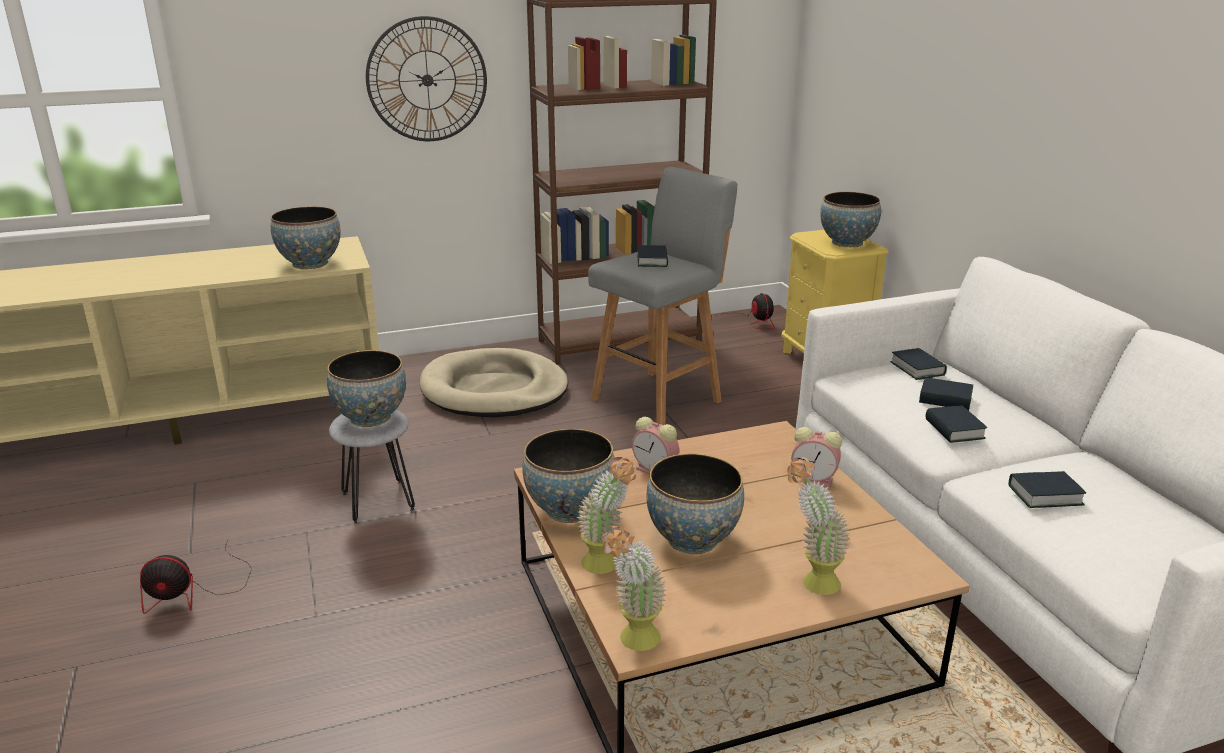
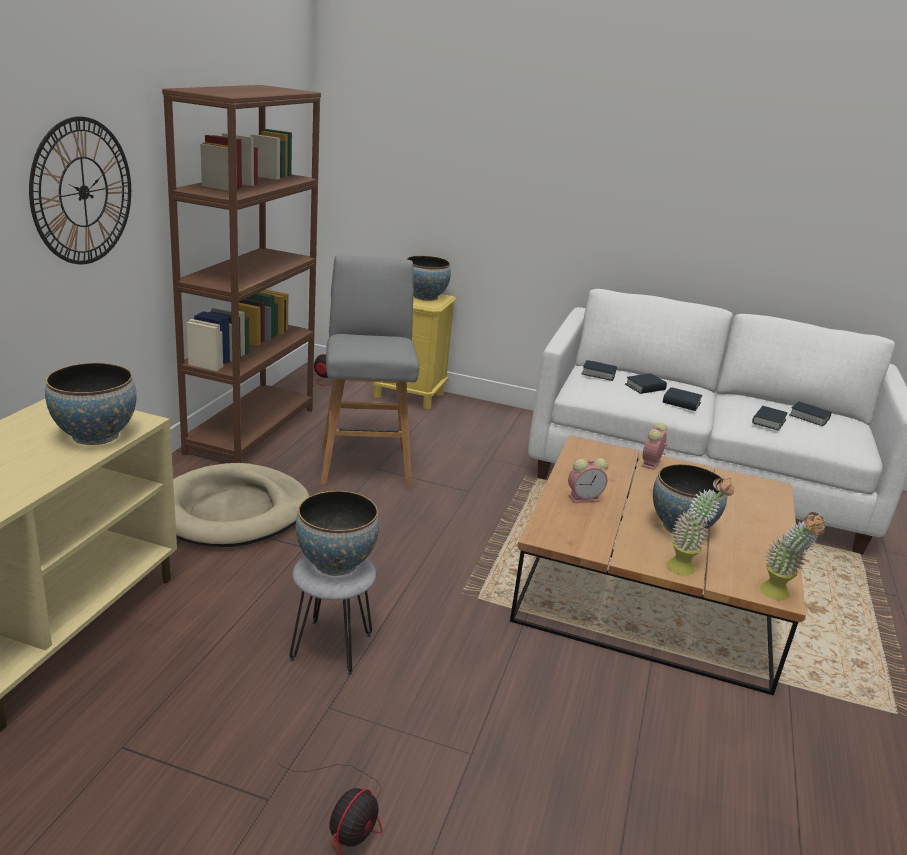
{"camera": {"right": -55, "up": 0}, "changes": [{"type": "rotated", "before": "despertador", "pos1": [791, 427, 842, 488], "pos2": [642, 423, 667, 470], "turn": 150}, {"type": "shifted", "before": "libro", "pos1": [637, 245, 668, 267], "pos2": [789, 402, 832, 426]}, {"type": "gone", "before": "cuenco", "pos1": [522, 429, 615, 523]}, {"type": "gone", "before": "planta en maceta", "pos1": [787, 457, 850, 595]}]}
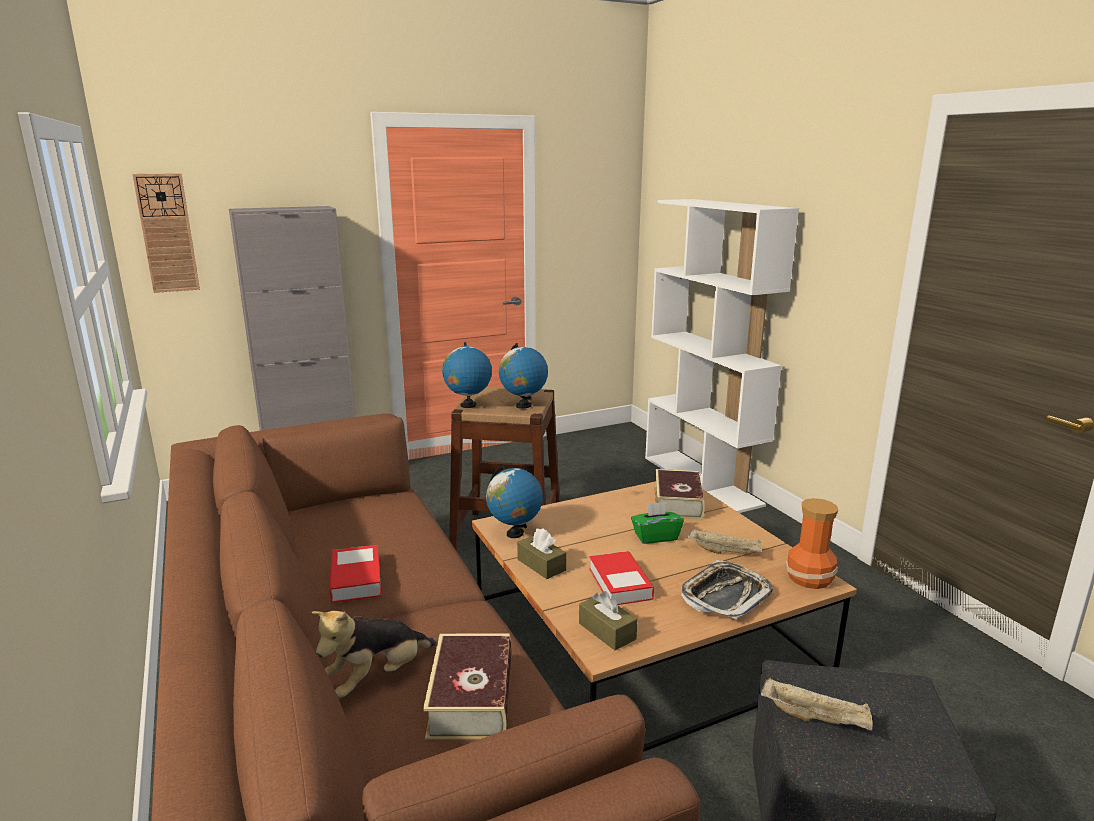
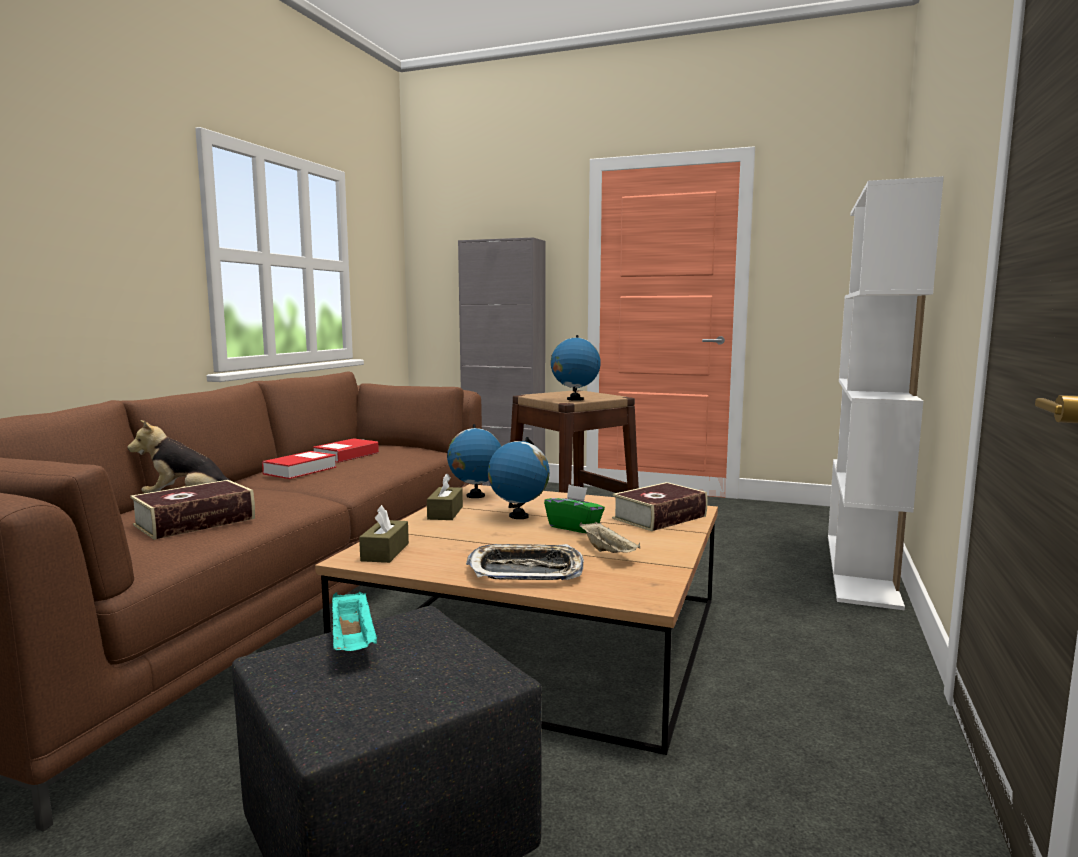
{"camera": {"right": 45, "up": -10}, "changes": [{"type": "shifted", "before": "libro", "pos1": [589, 551, 654, 605], "pos2": [313, 438, 379, 463]}, {"type": "repainted", "before": "bandeja (beis)", "after": "bandeja (turquesa)", "pos1": [761, 678, 873, 731], "pos2": [332, 592, 378, 651]}, {"type": "shifted", "before": "globo terráqueo", "pos1": [442, 342, 492, 408], "pos2": [488, 437, 550, 519]}, {"type": "gone", "before": "reloj de pared", "pos1": [132, 173, 200, 293]}, {"type": "gone", "before": "florero", "pos1": [786, 498, 838, 589]}]}
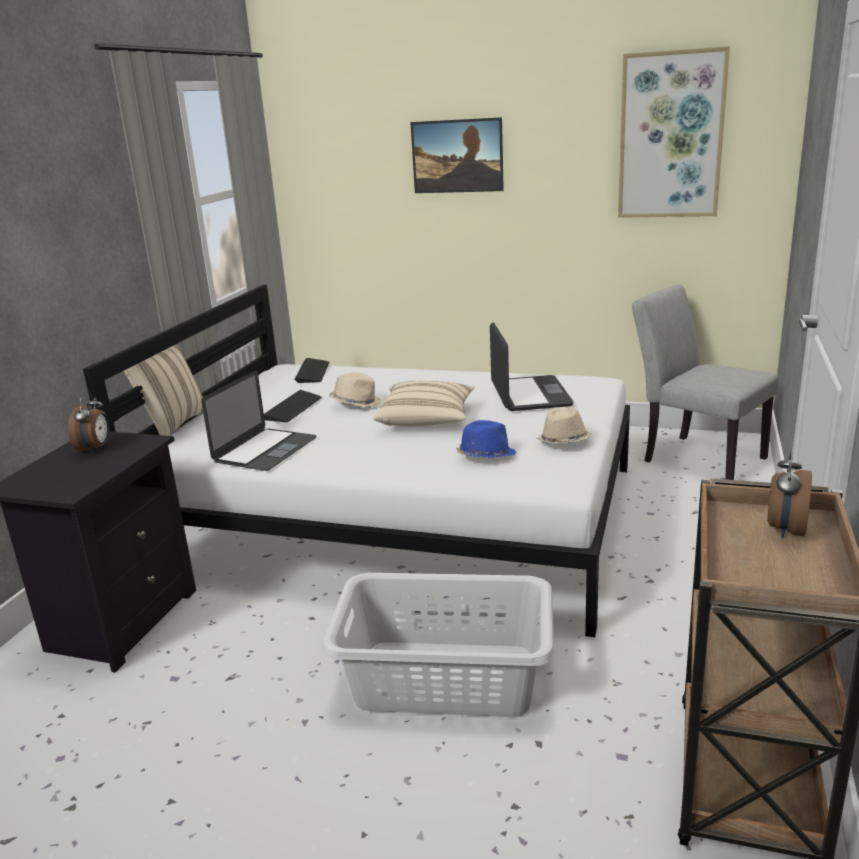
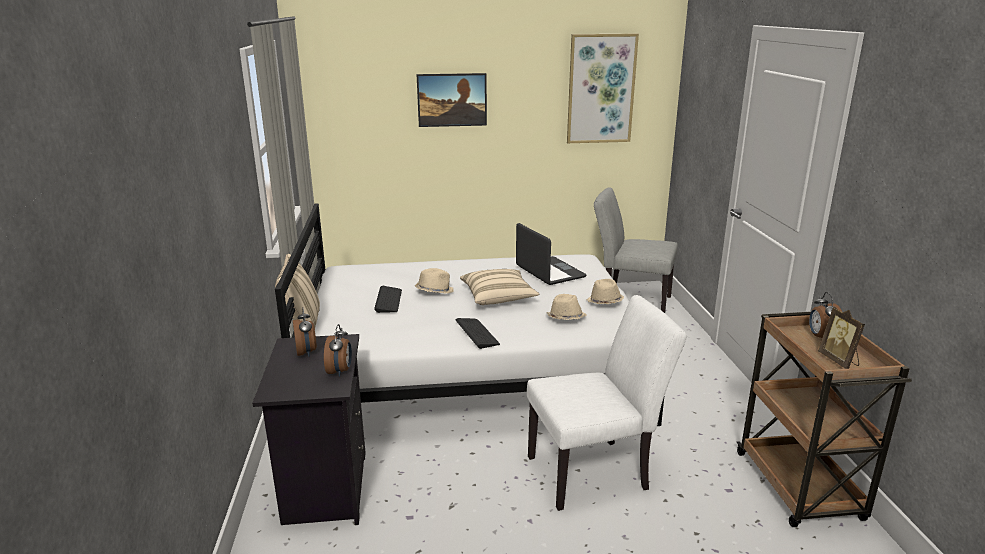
{"camera": {"right": -25, "up": 0}, "changes": [{"type": "new", "after": "despertador", "pos2": [324, 324, 352, 377]}, {"type": "shifted", "before": "teclado", "pos1": [295, 358, 330, 383], "pos2": [456, 318, 500, 349]}, {"type": "swapped", "before": "cesto de la ropa (gris)", "after": "silla (blanco)", "pos1": [322, 573, 554, 717], "pos2": [527, 295, 687, 511]}, {"type": "repainted", "before": "sombrero (azul)", "after": "sombrero (beis)", "pos1": [456, 420, 516, 458], "pos2": [546, 294, 587, 320]}, {"type": "new", "after": "portarretratos", "pos2": [818, 307, 865, 369]}, {"type": "gone", "before": "portátil", "pos1": [201, 371, 316, 471]}]}
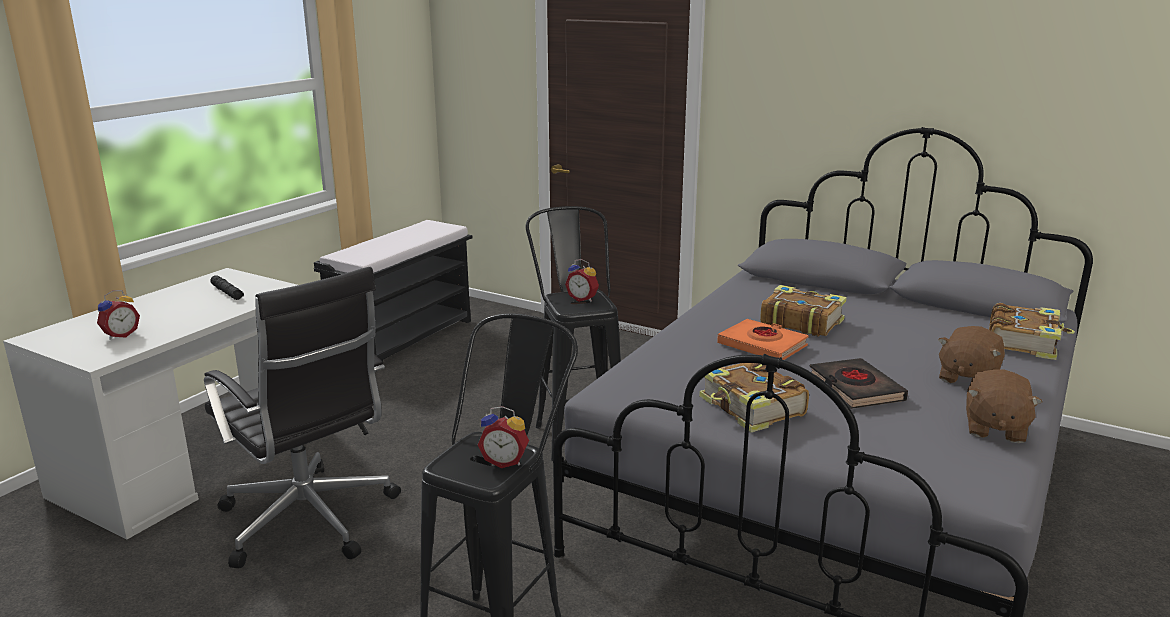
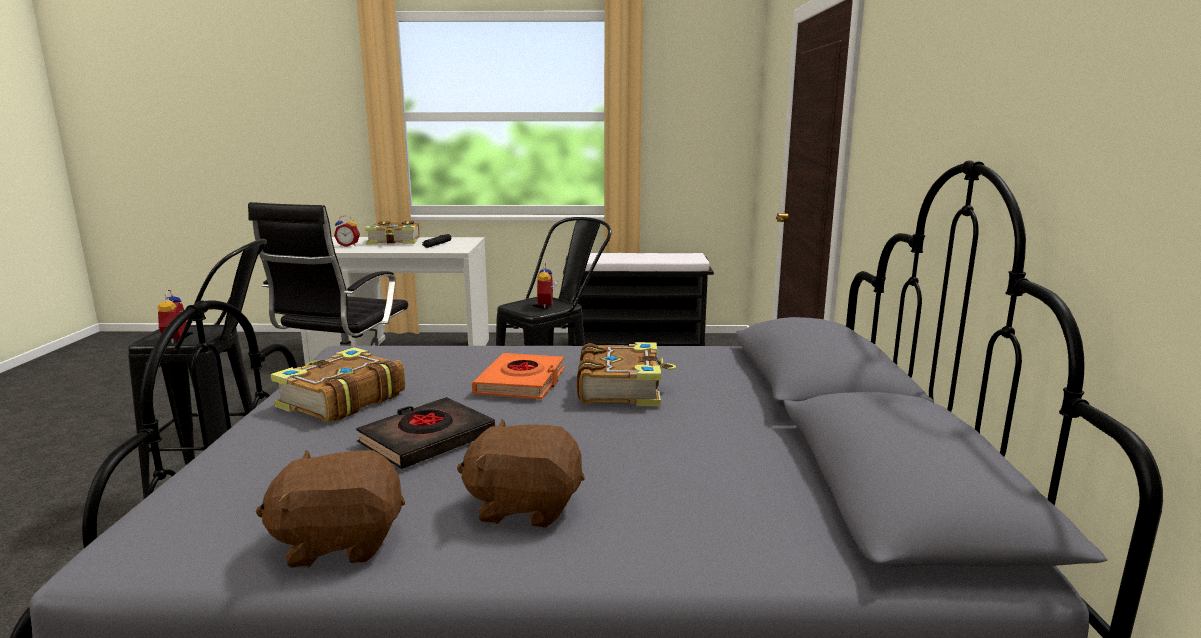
{"camera": {"right": 60, "up": -5}, "changes": [{"type": "shifted", "before": "libro", "pos1": [989, 303, 1075, 360], "pos2": [365, 221, 420, 244]}]}
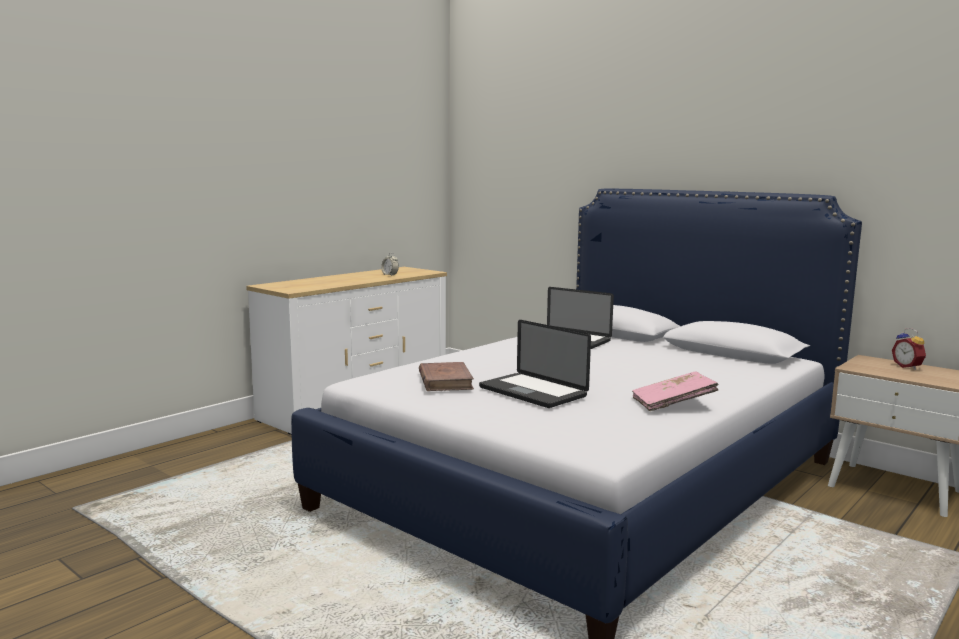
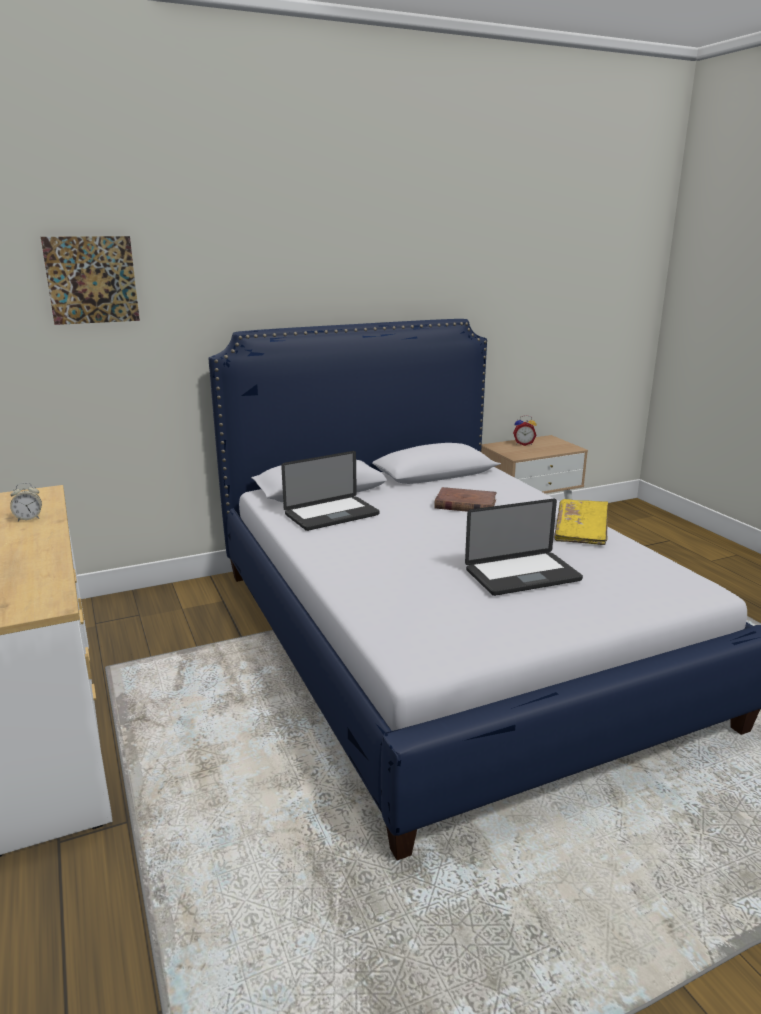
{"camera": {"right": -65, "up": 10}, "changes": [{"type": "new", "after": "cuadro", "pos2": [41, 236, 140, 325]}, {"type": "shifted", "before": "libro (marrón)", "pos1": [419, 362, 474, 391], "pos2": [434, 487, 497, 512]}, {"type": "repainted", "before": "libro (rosa)", "after": "libro (amarillo)", "pos1": [632, 371, 719, 411], "pos2": [554, 499, 608, 545]}]}
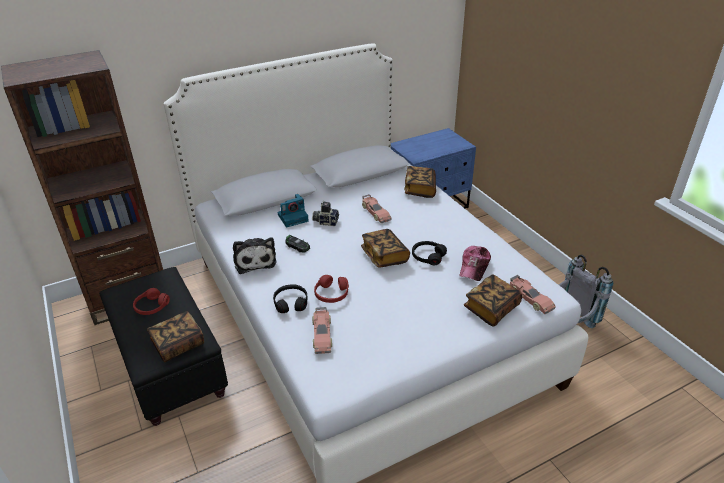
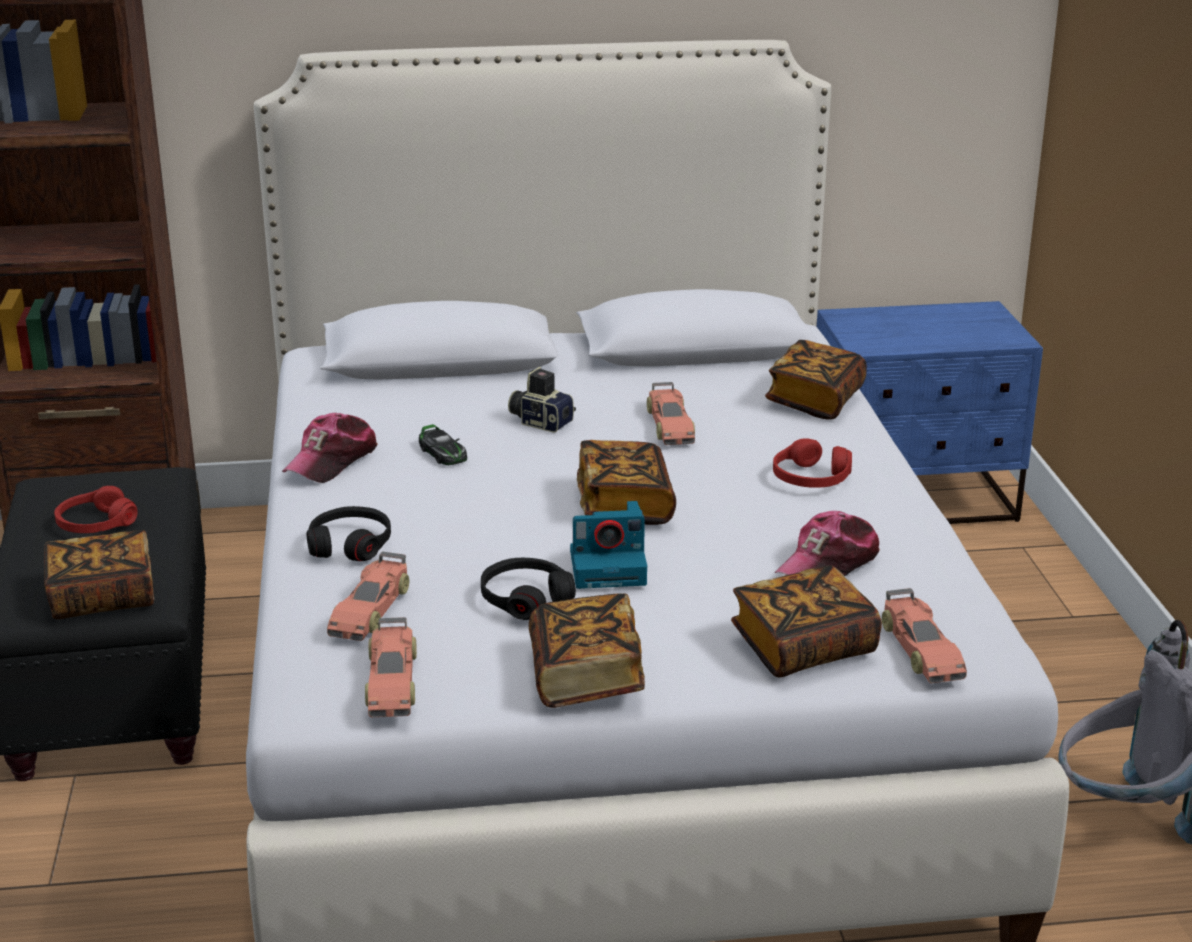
{"camera": {"right": 20, "up": -10}, "changes": [{"type": "swapped", "before": "peluche", "after": "gorra", "pos1": [233, 237, 277, 274], "pos2": [282, 413, 378, 483]}, {"type": "new", "after": "coche de juguete", "pos2": [365, 617, 417, 717]}, {"type": "shifted", "before": "auriculares (negro)", "pos1": [412, 241, 447, 265], "pos2": [481, 558, 576, 620]}, {"type": "new", "after": "libro", "pos2": [529, 593, 645, 708]}, {"type": "shifted", "before": "cámara", "pos1": [277, 194, 309, 227], "pos2": [570, 501, 647, 589]}, {"type": "shifted", "before": "auriculares (rojo)", "pos1": [314, 275, 349, 303], "pos2": [773, 438, 852, 488]}]}
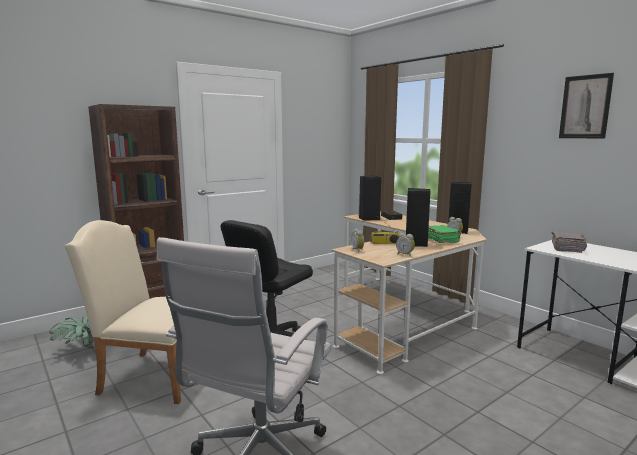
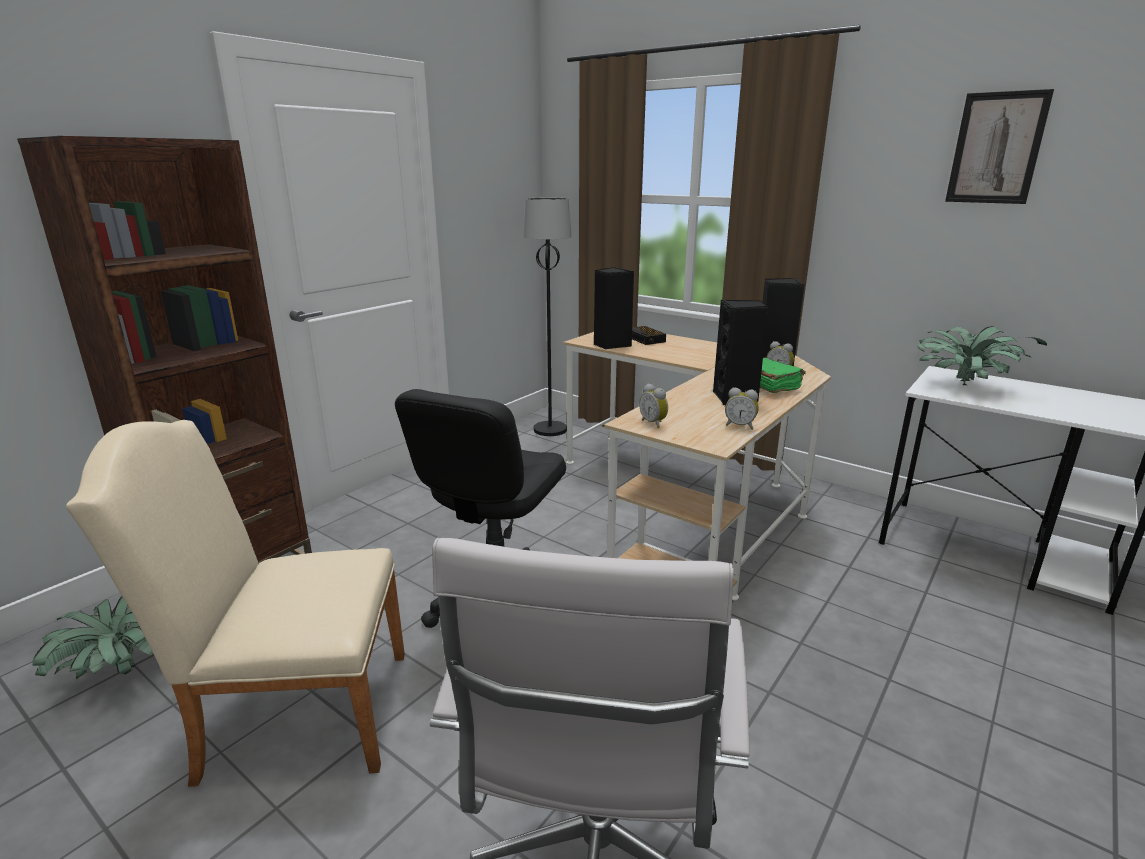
{"camera": {"right": -15, "up": 10}, "changes": [{"type": "new", "after": "lámpara de pie (negro)", "pos2": [524, 198, 572, 436]}, {"type": "swapped", "before": "libro (gris)", "after": "planta en maceta", "pos1": [552, 231, 587, 253], "pos2": [917, 326, 1047, 385]}, {"type": "gone", "before": "radio", "pos1": [370, 217, 399, 244]}]}
